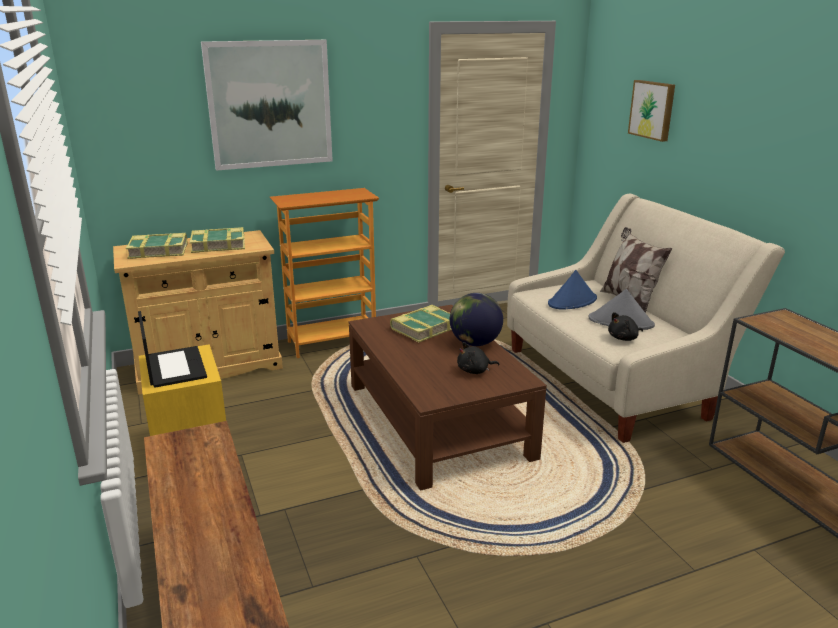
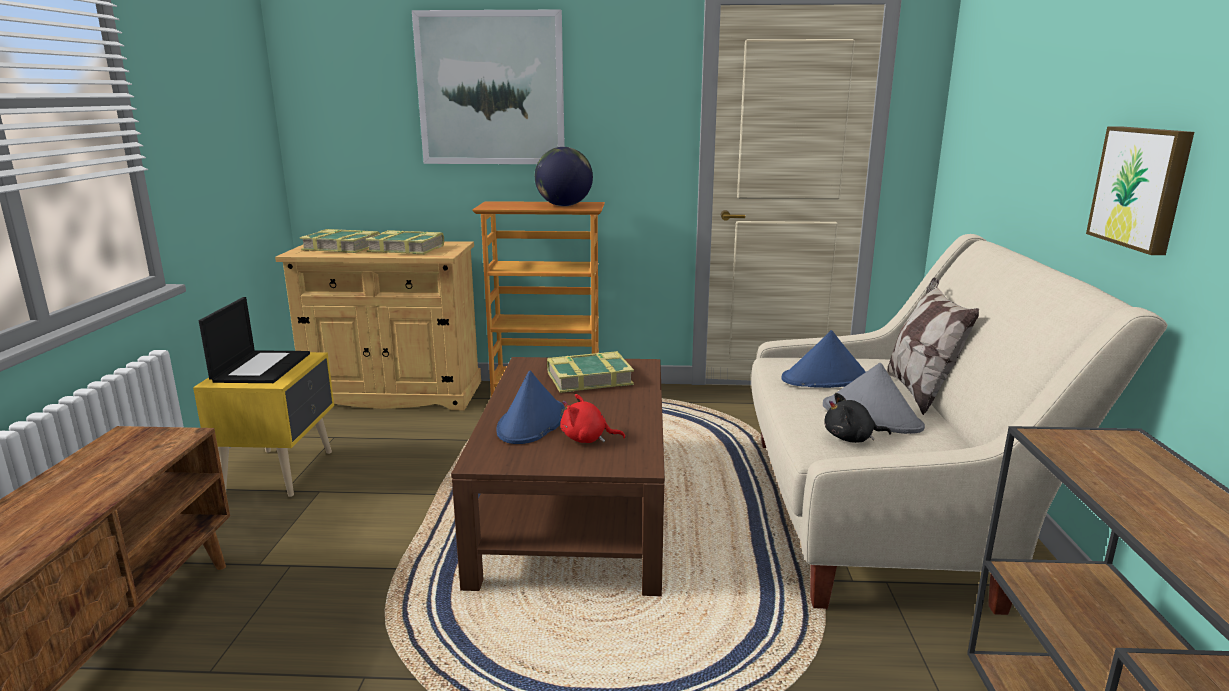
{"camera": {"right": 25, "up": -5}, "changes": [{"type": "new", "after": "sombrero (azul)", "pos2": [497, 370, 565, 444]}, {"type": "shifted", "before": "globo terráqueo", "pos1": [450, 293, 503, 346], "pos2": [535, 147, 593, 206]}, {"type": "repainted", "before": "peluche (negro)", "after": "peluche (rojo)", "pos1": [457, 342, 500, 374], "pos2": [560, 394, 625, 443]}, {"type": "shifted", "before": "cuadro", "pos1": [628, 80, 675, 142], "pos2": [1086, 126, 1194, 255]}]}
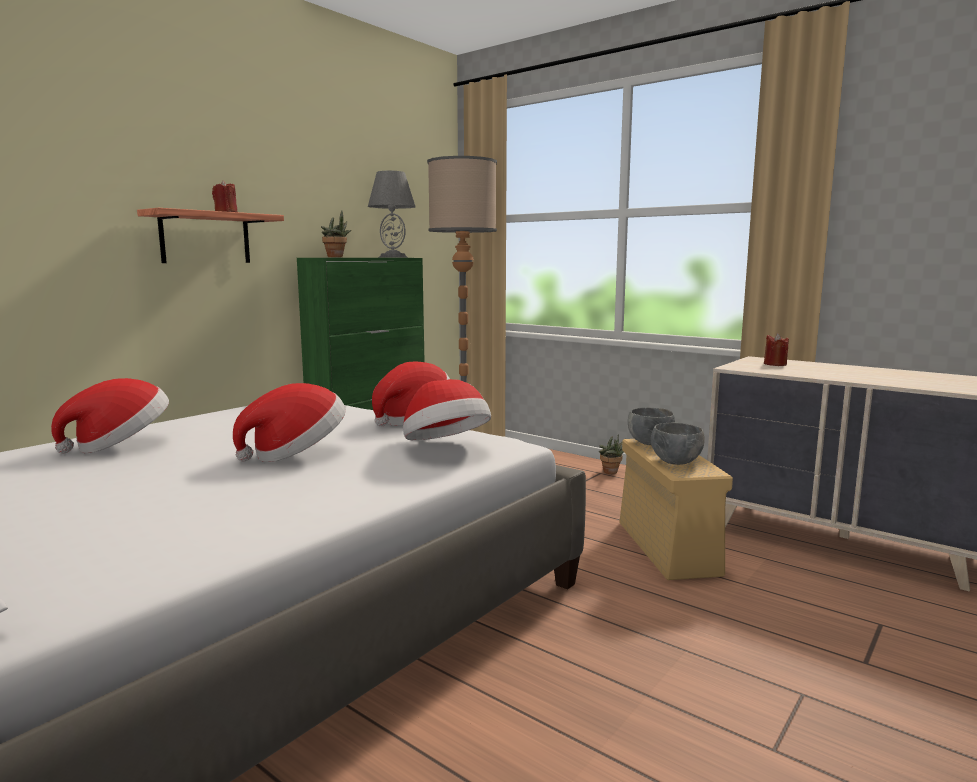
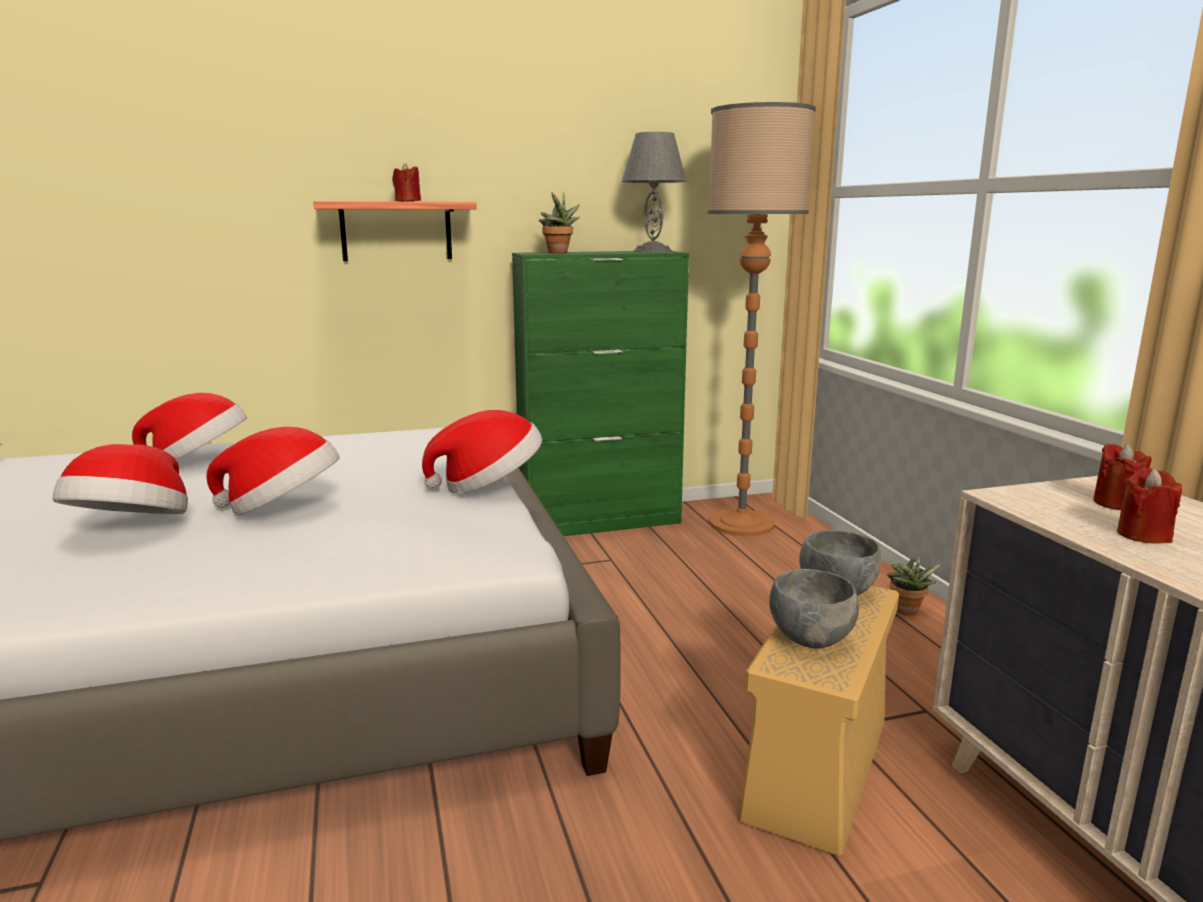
{"camera": {"right": 35, "up": 5}, "changes": [{"type": "shifted", "before": "sombrero", "pos1": [403, 379, 491, 440], "pos2": [52, 444, 188, 514]}, {"type": "new", "after": "vela (rojo)", "pos2": [1117, 468, 1182, 544]}]}
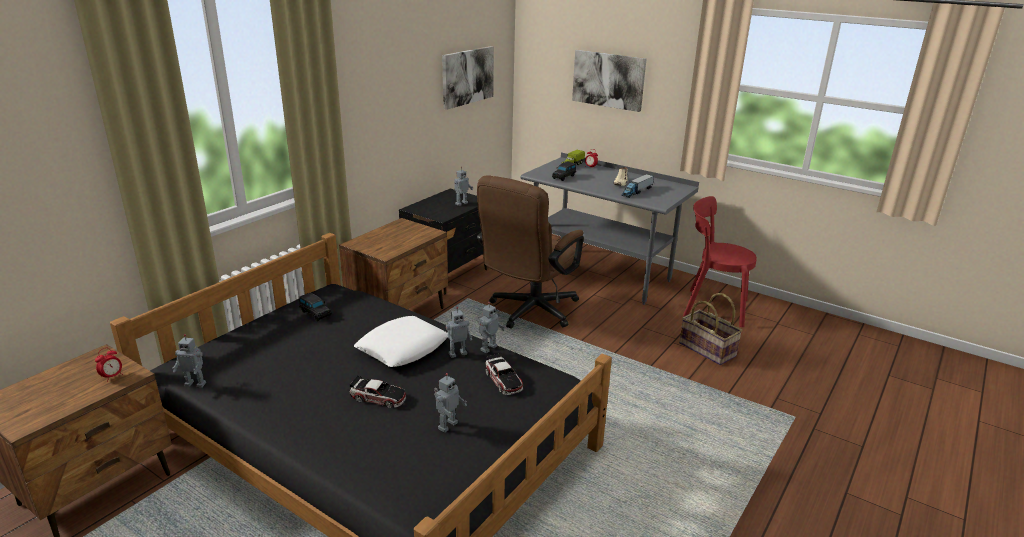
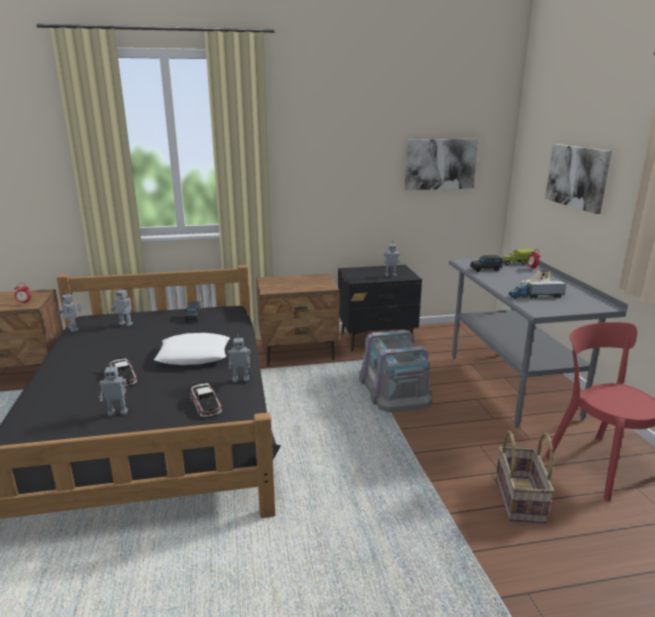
{"camera": {"right": 45, "up": -5}, "changes": [{"type": "shifted", "before": "robot de juguete", "pos1": [446, 307, 472, 358], "pos2": [111, 286, 133, 326]}, {"type": "rotated", "before": "coche de juguete", "pos1": [486, 353, 523, 395], "pos2": [190, 380, 222, 417], "turn": -45}, {"type": "swapped", "before": "silla de oficina (marrón)", "after": "caja de almacenaje (gris)", "pos1": [477, 175, 584, 329], "pos2": [359, 330, 433, 412]}]}
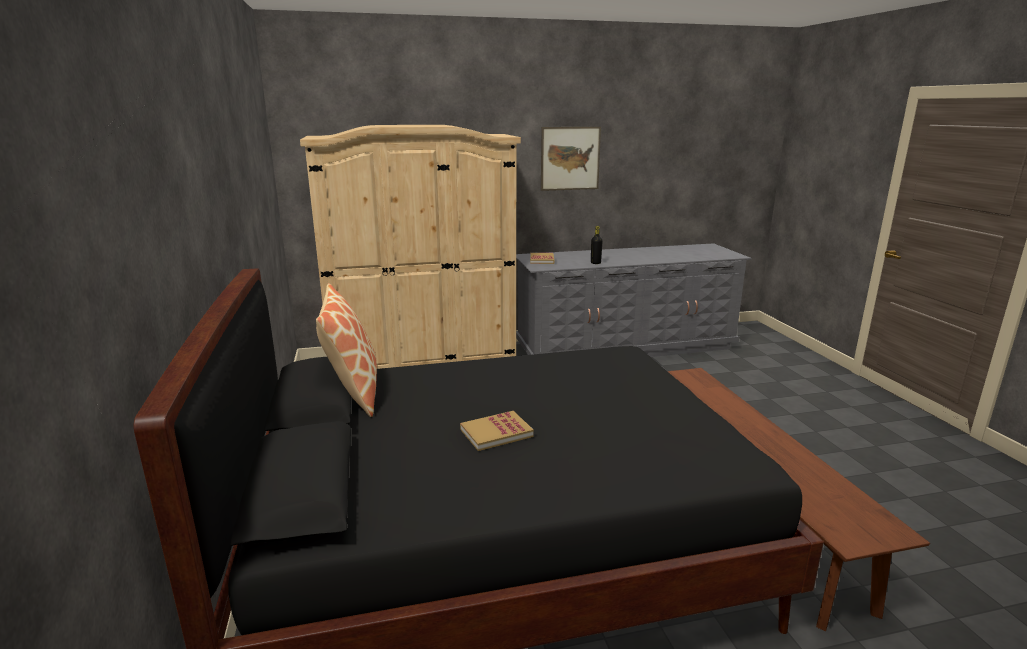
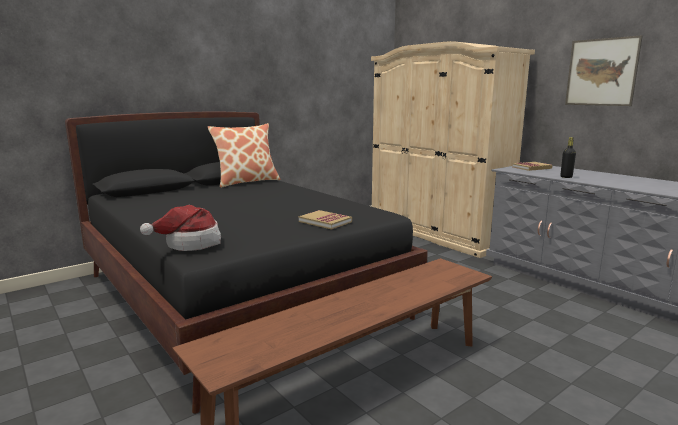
{"camera": {"right": 65, "up": -5}, "changes": [{"type": "new", "after": "sombrero", "pos2": [140, 205, 221, 251]}, {"type": "shifted", "before": "libro", "pos1": [460, 411, 534, 451], "pos2": [299, 210, 352, 230]}]}
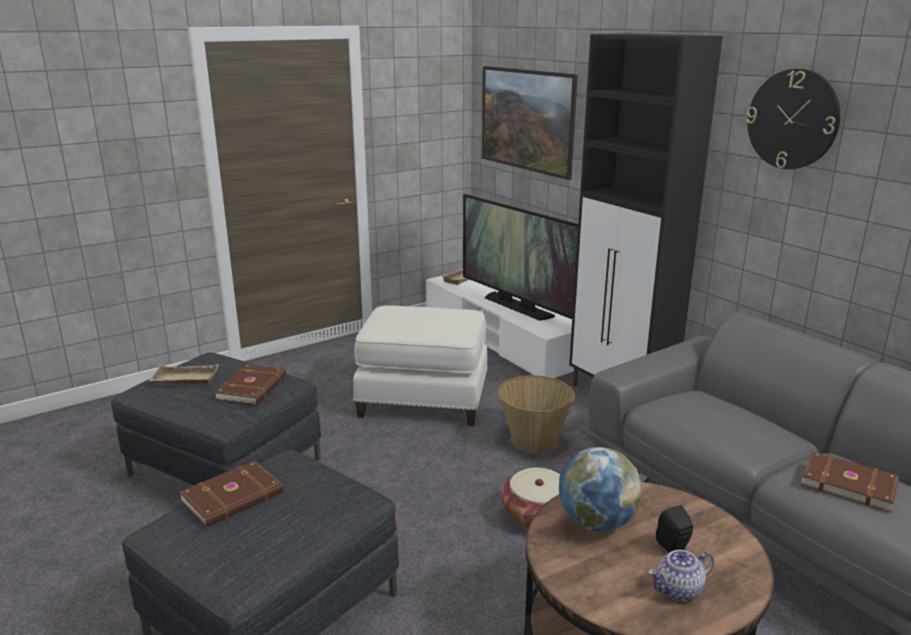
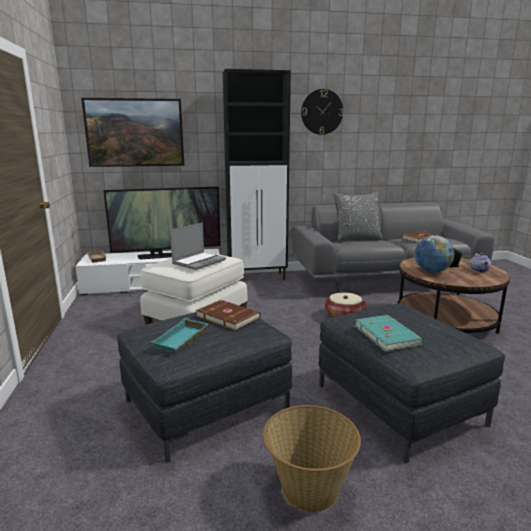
{"camera": {"right": -65, "up": -5}, "changes": [{"type": "repainted", "before": "bandeja (beis)", "after": "bandeja (turquesa)", "pos1": [148, 364, 219, 385], "pos2": [150, 318, 208, 352]}, {"type": "new", "after": "portátil", "pos2": [170, 222, 226, 270]}, {"type": "shifted", "before": "cesta", "pos1": [497, 375, 575, 453], "pos2": [263, 405, 361, 513]}, {"type": "new", "after": "cojín (gris)", "pos2": [334, 192, 382, 242]}, {"type": "repainted", "before": "libro (marrón)", "after": "libro (turquesa)", "pos1": [179, 460, 284, 527], "pos2": [355, 315, 423, 352]}]}
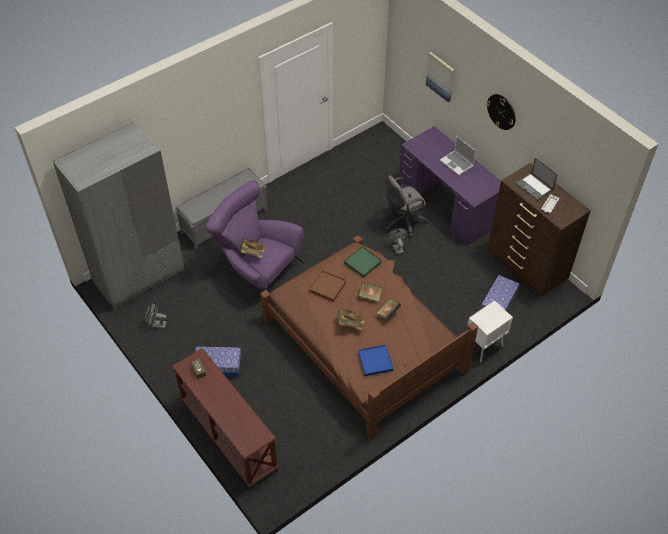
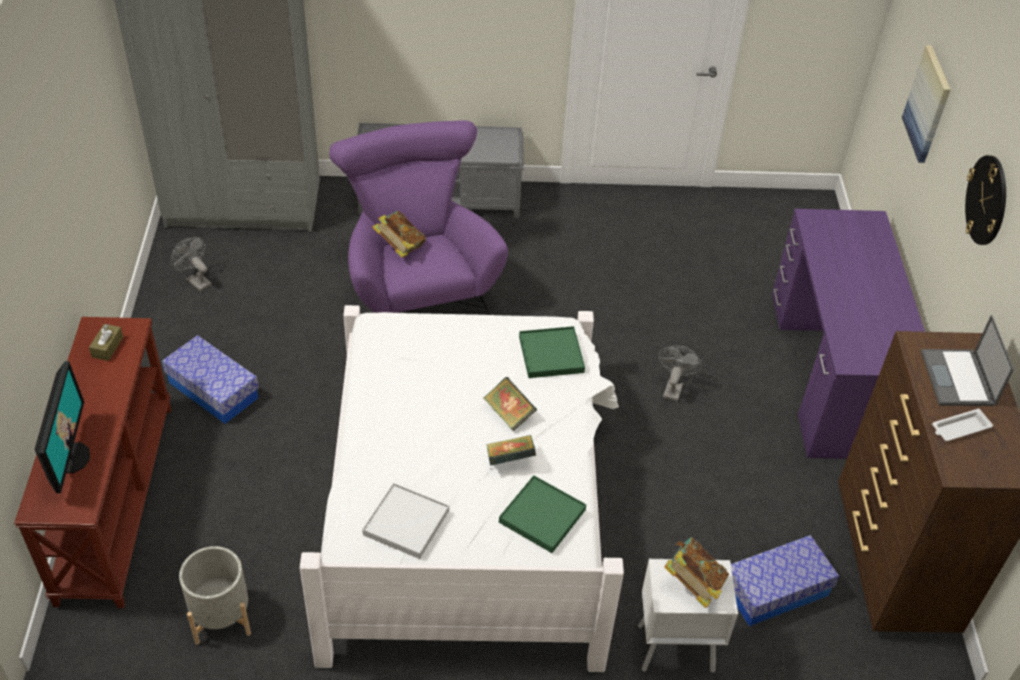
{"camera": {"right": 35, "up": -5}, "changes": [{"type": "new", "after": "monitor", "pos2": [35, 361, 90, 493]}, {"type": "new", "after": "maceta (gris)", "pos2": [179, 546, 251, 645]}, {"type": "repainted", "before": "cama (marrón)", "after": "cama (blanco)", "pos1": [260, 235, 478, 440], "pos2": [300, 305, 624, 672]}, {"type": "repainted", "before": "bandeja (azul)", "after": "bandeja (blanco)", "pos1": [358, 345, 394, 376], "pos2": [362, 483, 449, 559]}, {"type": "new", "after": "bandeja (verde)", "pos2": [499, 475, 586, 553]}, {"type": "shifted", "before": "libro", "pos1": [336, 308, 365, 330], "pos2": [664, 537, 729, 608]}, {"type": "gone", "before": "bandeja (marrón)", "pos1": [309, 270, 346, 302]}, {"type": "gone", "before": "silla de oficina (gris)", "pos1": [386, 175, 429, 237]}, {"type": "gone", "before": "portátil", "pos1": [440, 136, 476, 175]}]}
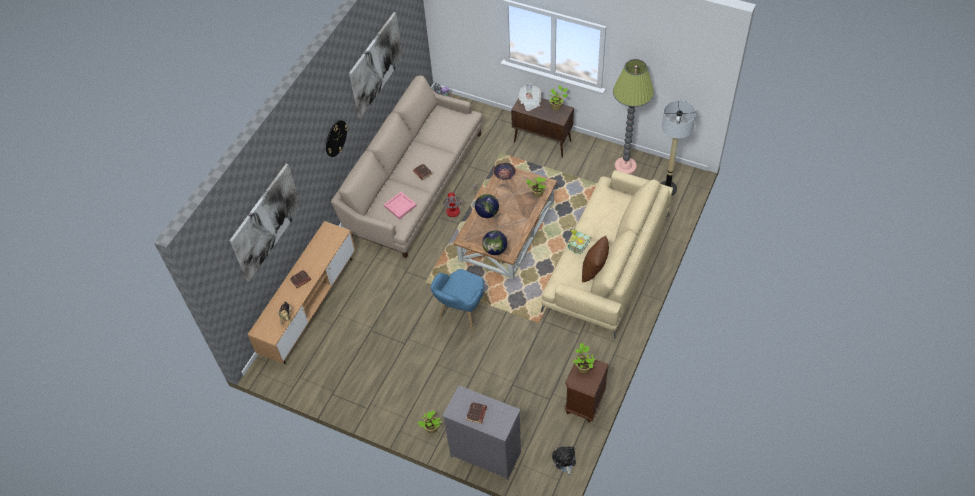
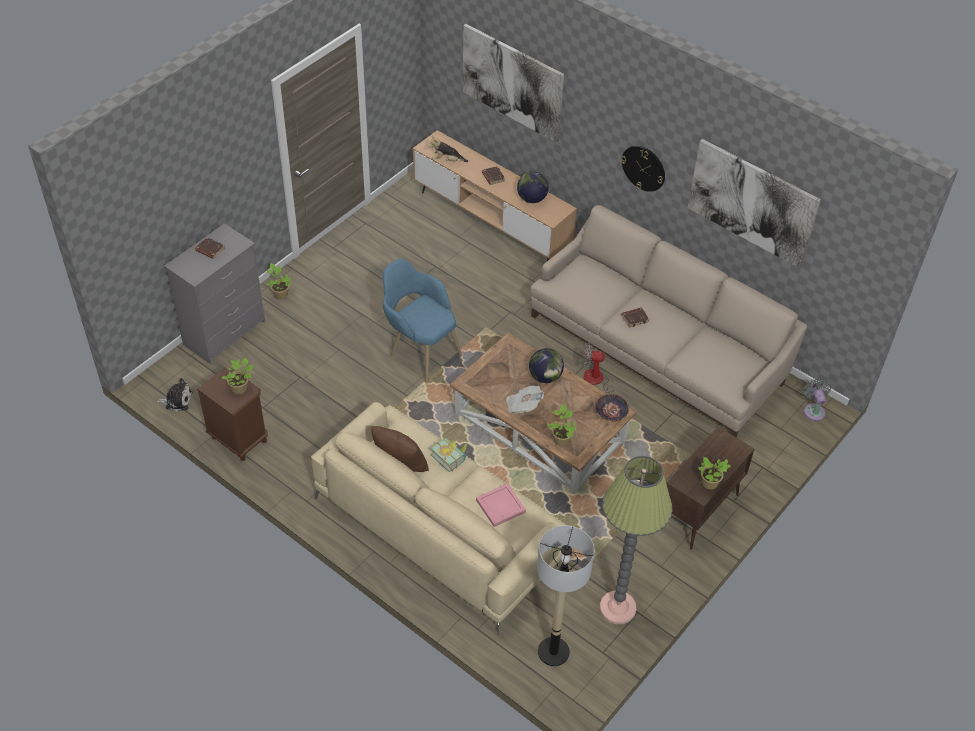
{"camera": {"right": 100, "up": -5}, "changes": [{"type": "shifted", "before": "bandeja (rosa)", "pos1": [384, 192, 417, 219], "pos2": [476, 483, 526, 527]}, {"type": "shifted", "before": "periódico", "pos1": [518, 83, 541, 111], "pos2": [506, 386, 544, 414]}, {"type": "shifted", "before": "globo terráqueo", "pos1": [483, 230, 507, 255], "pos2": [517, 172, 549, 203]}]}
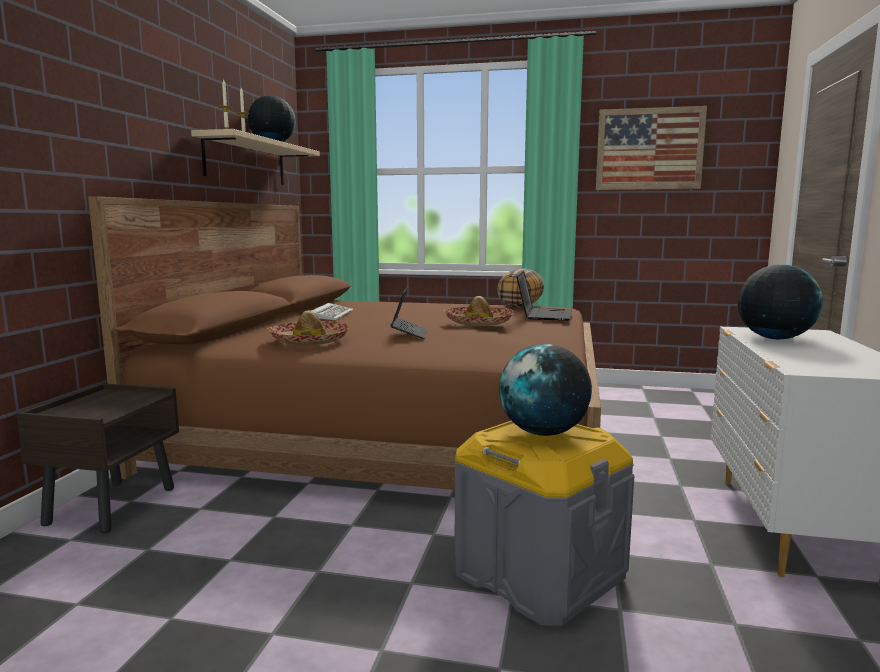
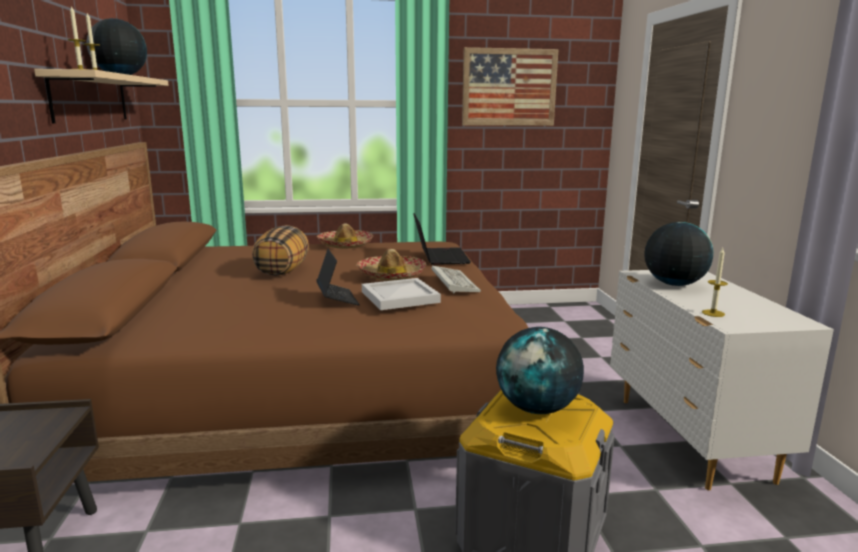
{"camera": {"right": -20, "up": 5}, "changes": [{"type": "shifted", "before": "cojín", "pos1": [497, 268, 544, 308], "pos2": [252, 225, 309, 276]}, {"type": "shifted", "before": "sombrero", "pos1": [268, 310, 349, 345], "pos2": [317, 223, 373, 249]}, {"type": "new", "after": "bandeja (blanco)", "pos2": [362, 278, 441, 310]}, {"type": "shifted", "before": "teclado", "pos1": [311, 303, 354, 320], "pos2": [432, 266, 481, 293]}, {"type": "new", "after": "vela", "pos2": [702, 248, 728, 317]}]}
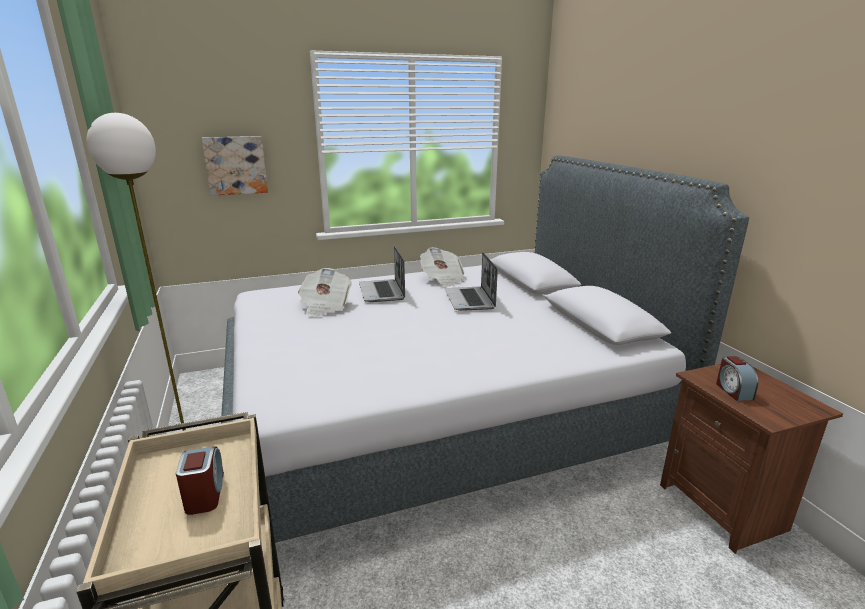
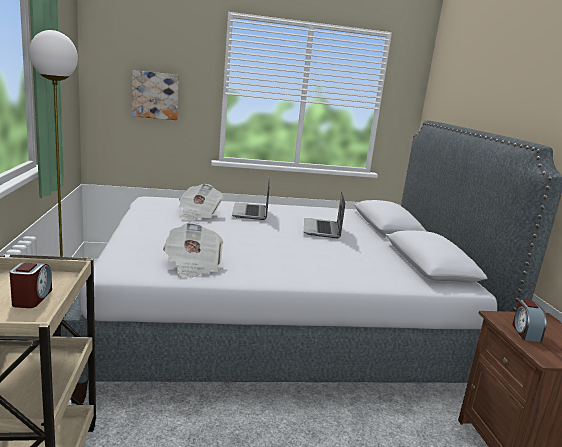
{"camera": {"right": 10, "up": -5}, "changes": [{"type": "shifted", "before": "periódico", "pos1": [420, 247, 465, 287], "pos2": [163, 222, 223, 278]}]}
